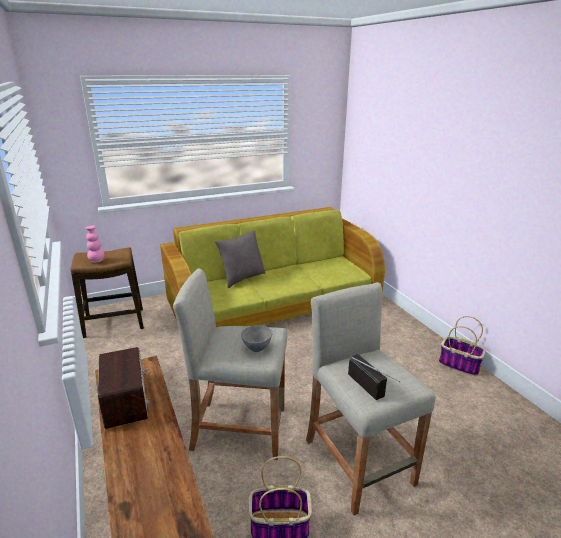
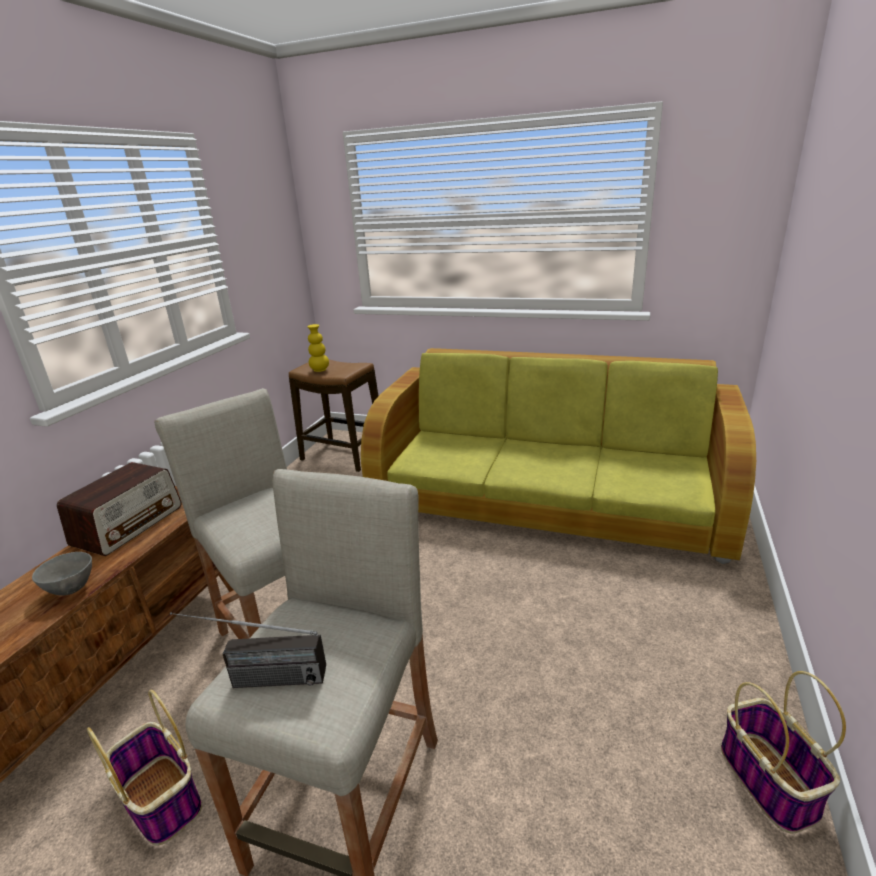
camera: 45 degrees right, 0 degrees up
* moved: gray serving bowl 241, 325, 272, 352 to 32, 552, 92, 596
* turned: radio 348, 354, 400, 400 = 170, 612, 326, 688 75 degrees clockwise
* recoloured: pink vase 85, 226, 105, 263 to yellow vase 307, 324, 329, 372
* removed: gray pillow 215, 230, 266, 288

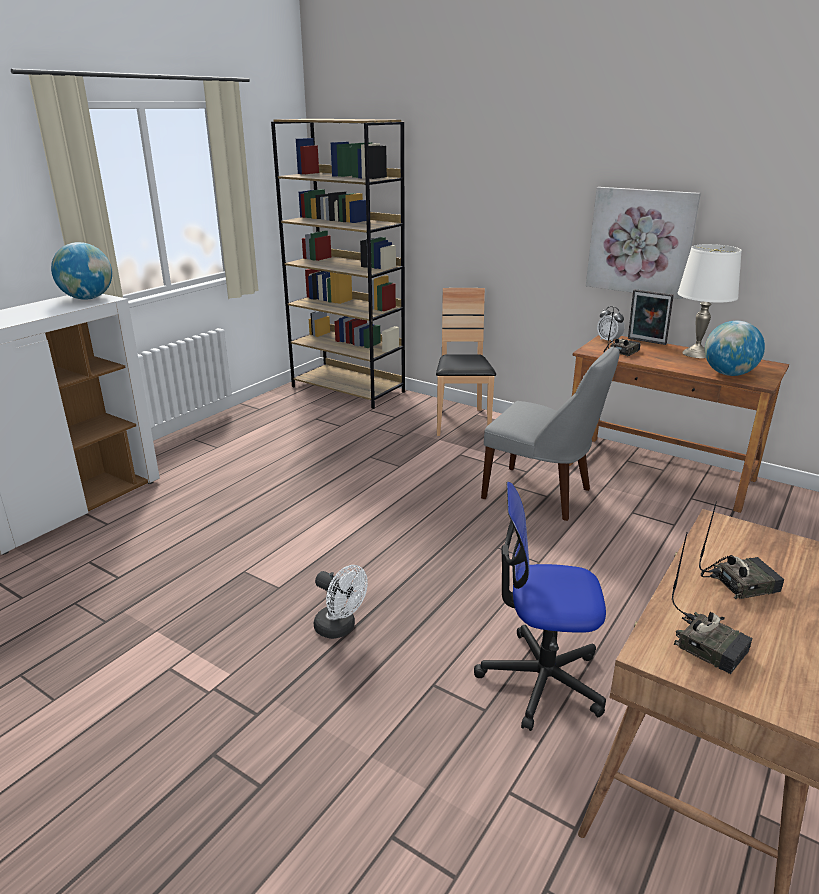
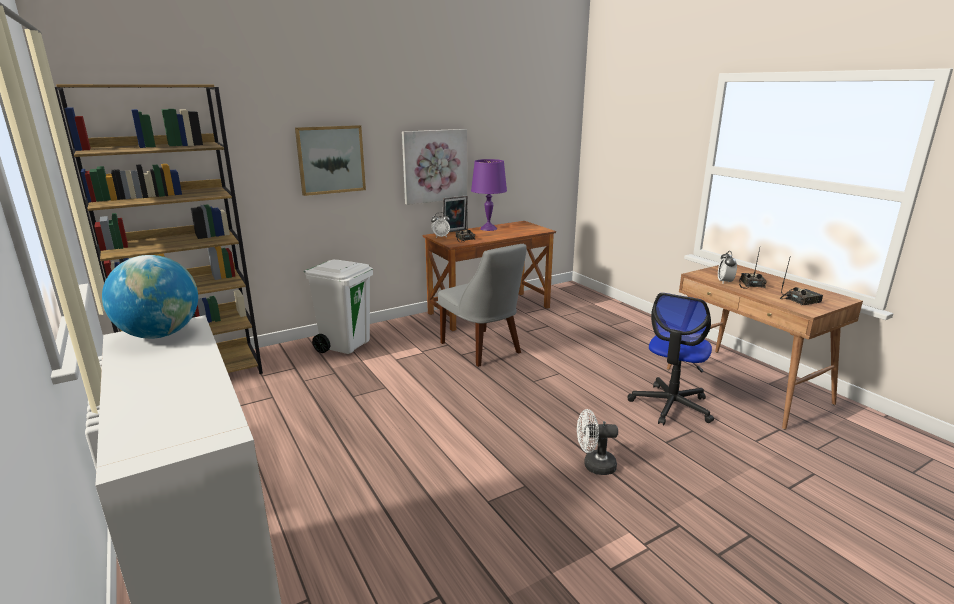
camera: 65 degrees left, 5 degrees down
* added: picture 295, 125, 366, 196
* replaced: brown-coloured plain chair 436, 288, 496, 436 to white trash can 304, 259, 373, 354
* turned: gray plain chair 481, 347, 620, 521 = 438, 244, 527, 367 90 degrees clockwise
* recoloured: white lamp for a table 677, 244, 742, 358 to purple-coloured lamp for a table 471, 159, 507, 231
* turned: white fan 314, 565, 368, 639 = 577, 409, 618, 475 150 degrees counterclockwise
* added: bedside clock 718, 251, 737, 283
* removed: globe 705, 321, 765, 376

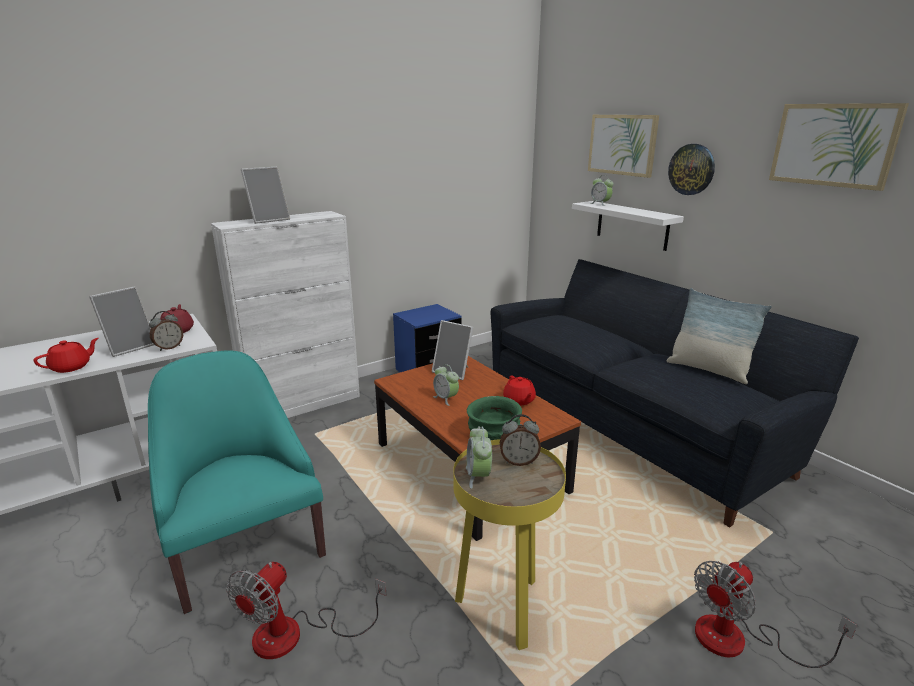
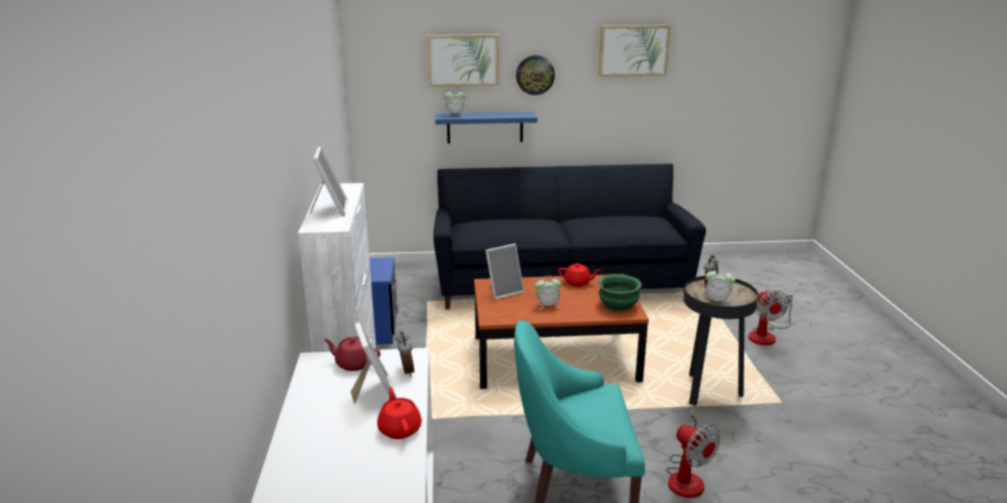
camera: 60 degrees left, 0 degrees up
* recoloured: white wall shelf 572, 201, 684, 251 to blue-coloured wall shelf 435, 112, 537, 143
* recoloured: yellow end table 453, 439, 566, 650 to black end table 683, 276, 758, 406
* removed: pillow 667, 288, 772, 384

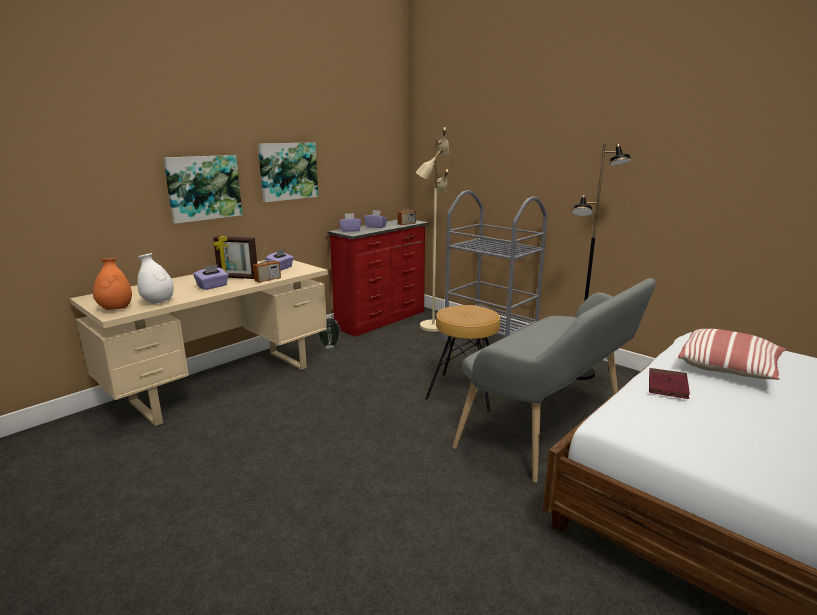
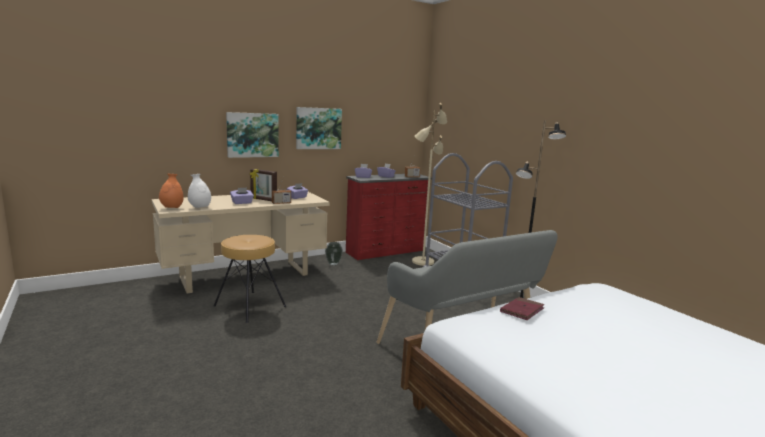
camera: 15 degrees right, 5 degrees down
* moved: brown-coloured stool 425, 305, 500, 411 to 214, 235, 286, 323
* removed: pillow 678, 329, 786, 380

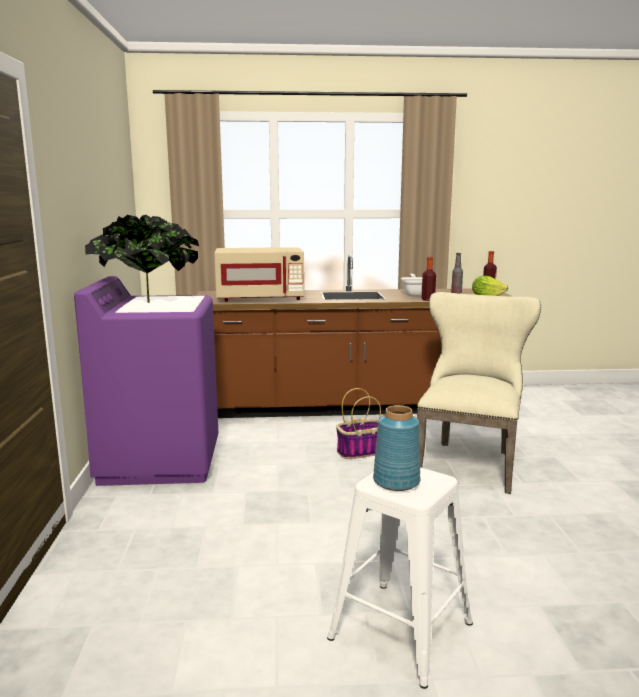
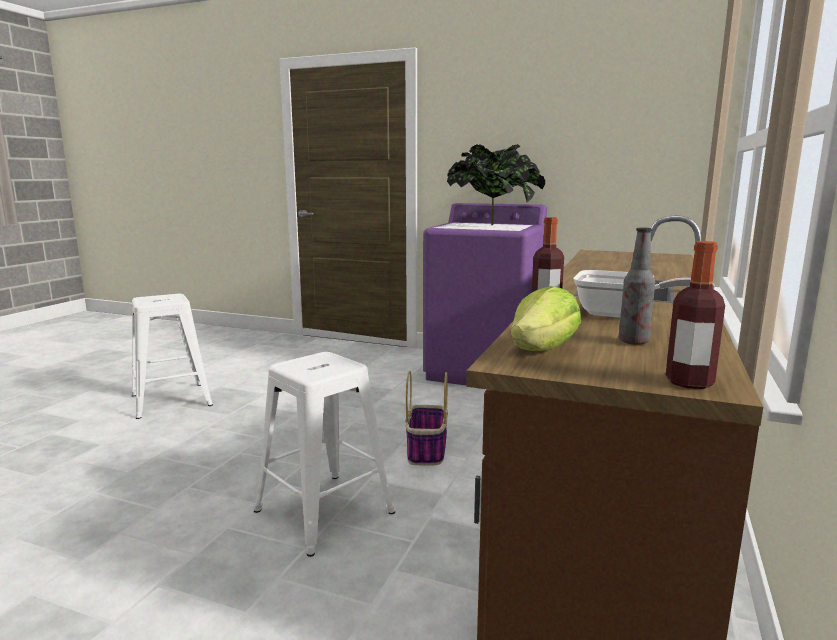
camera: 115 degrees right, 0 degrees up
* replaced: beige-coloured plain chair 417, 292, 541, 494 to white stool 254, 352, 395, 557
* removed: beige-coloured microwave 214, 247, 304, 301
* removed: blue-coloured vase 373, 405, 420, 491

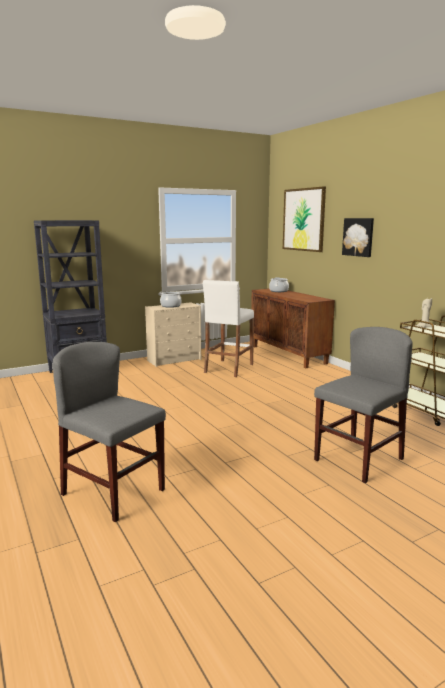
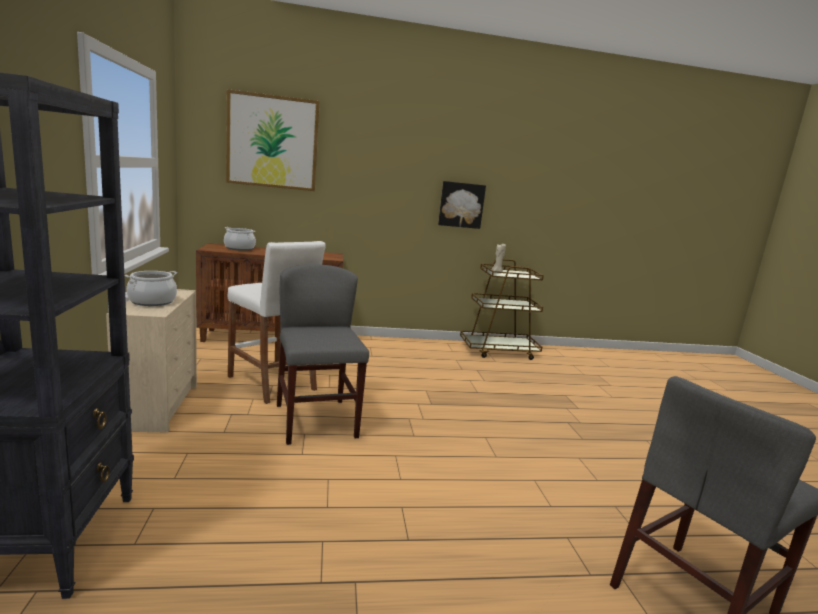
camera: 70 degrees left, 0 degrees up
* moved: gray plain chair 314, 327, 413, 483 to 277, 264, 369, 445
* moved: picture 342, 218, 374, 257 to 438, 181, 486, 229

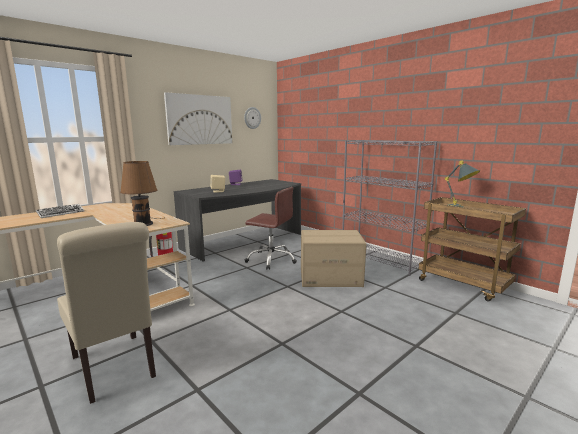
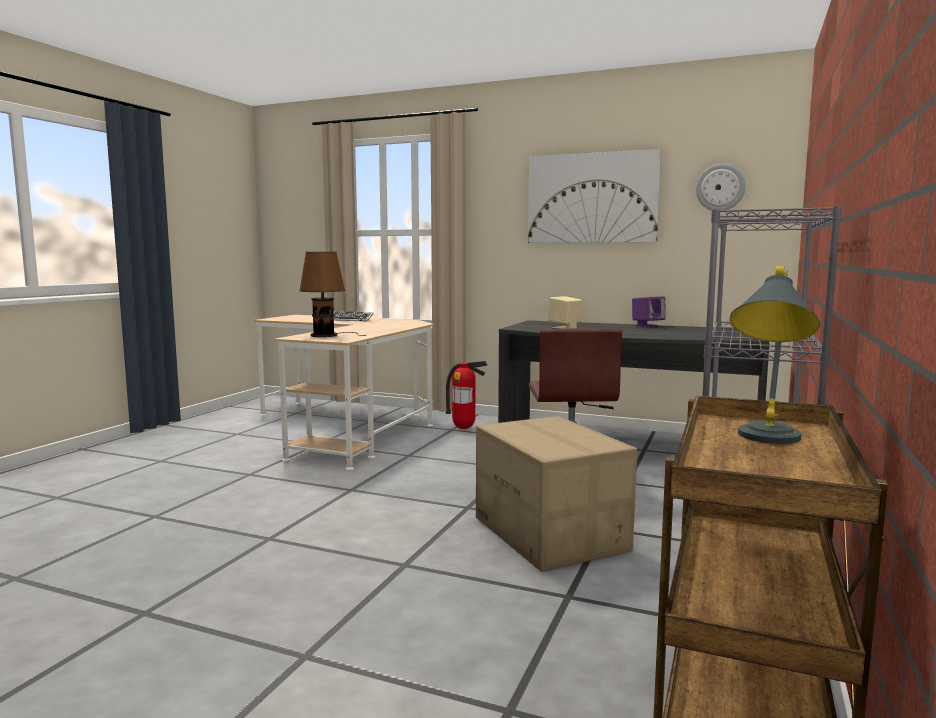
camera: 65 degrees right, 5 degrees down
* removed: beige-coloured plain chair 57, 222, 156, 404

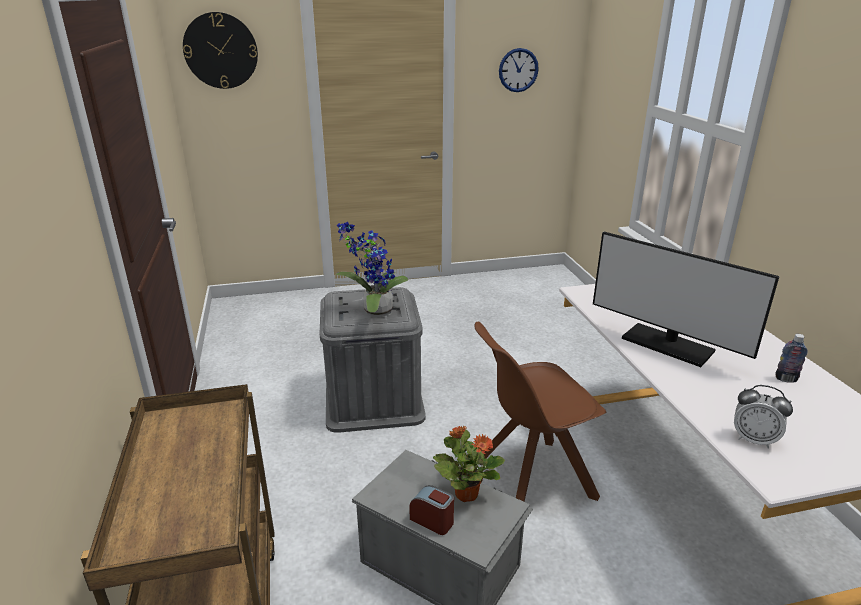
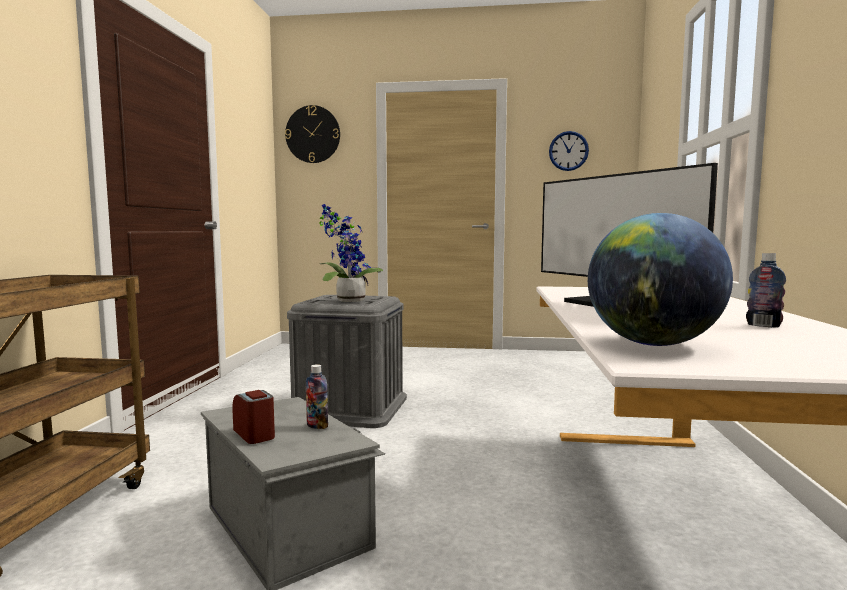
camera: 20 degrees right, 20 degrees down
* replaced: plant in a pot 433, 426, 505, 502 to bottle 306, 364, 328, 429
* replaced: bedside clock 734, 385, 793, 449 to globe 588, 213, 733, 346
* removed: brown-coloured plain chair 475, 322, 606, 502

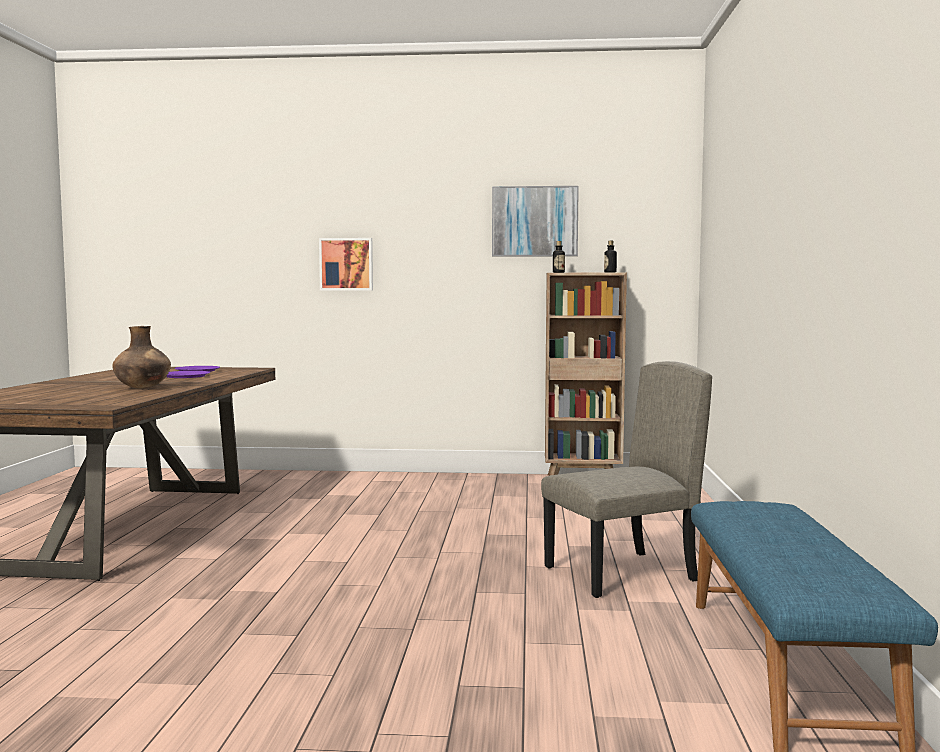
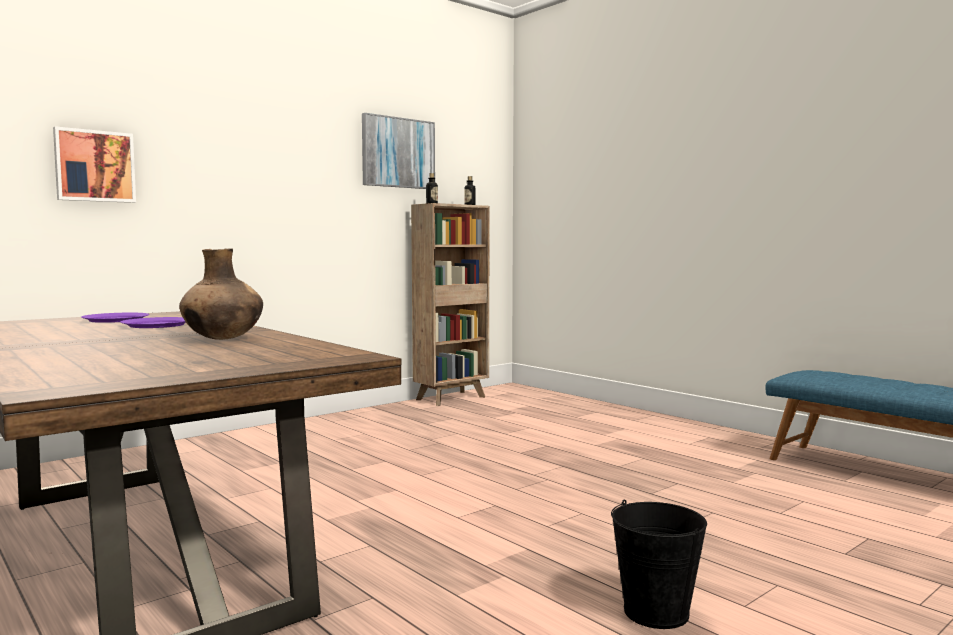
camera: 45 degrees left, 0 degrees up
* moved: picture 319, 238, 373, 291 to 53, 126, 136, 203
* added: black pail 611, 500, 707, 629
* removed: beige-coloured plain chair 541, 361, 712, 598

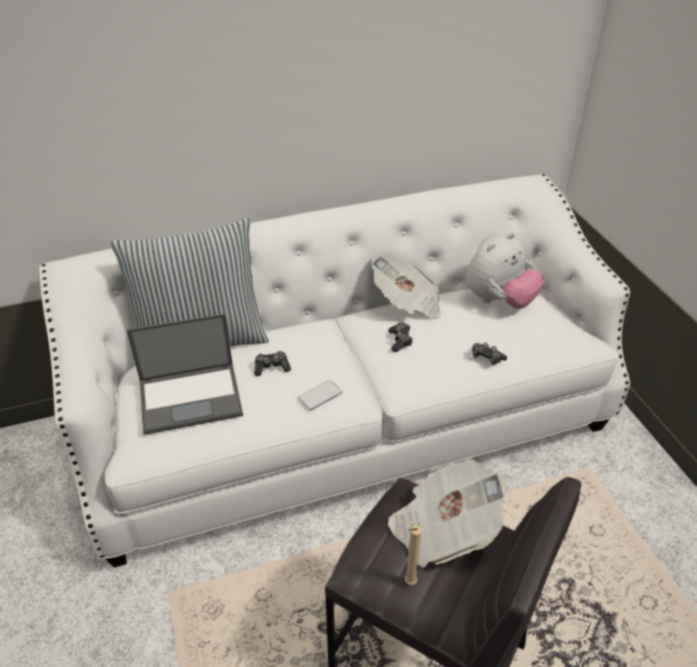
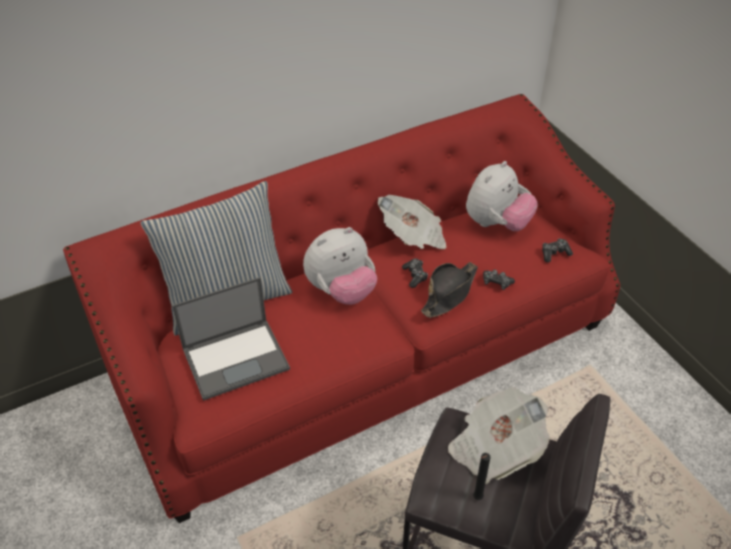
camera: 10 degrees left, 5 degrees up
* recoloured: white settee 39, 174, 630, 568 to red settee 63, 94, 620, 523
* added: cuddly toy 303, 227, 377, 305
* added: black hat 421, 262, 478, 318
* recoloured: beige-coloured wax candle 405, 525, 422, 585 to black wax candle 473, 453, 490, 500
* moved: gamepad 254, 351, 291, 376 to 542, 238, 573, 262
* removed: handset 298, 380, 342, 410

